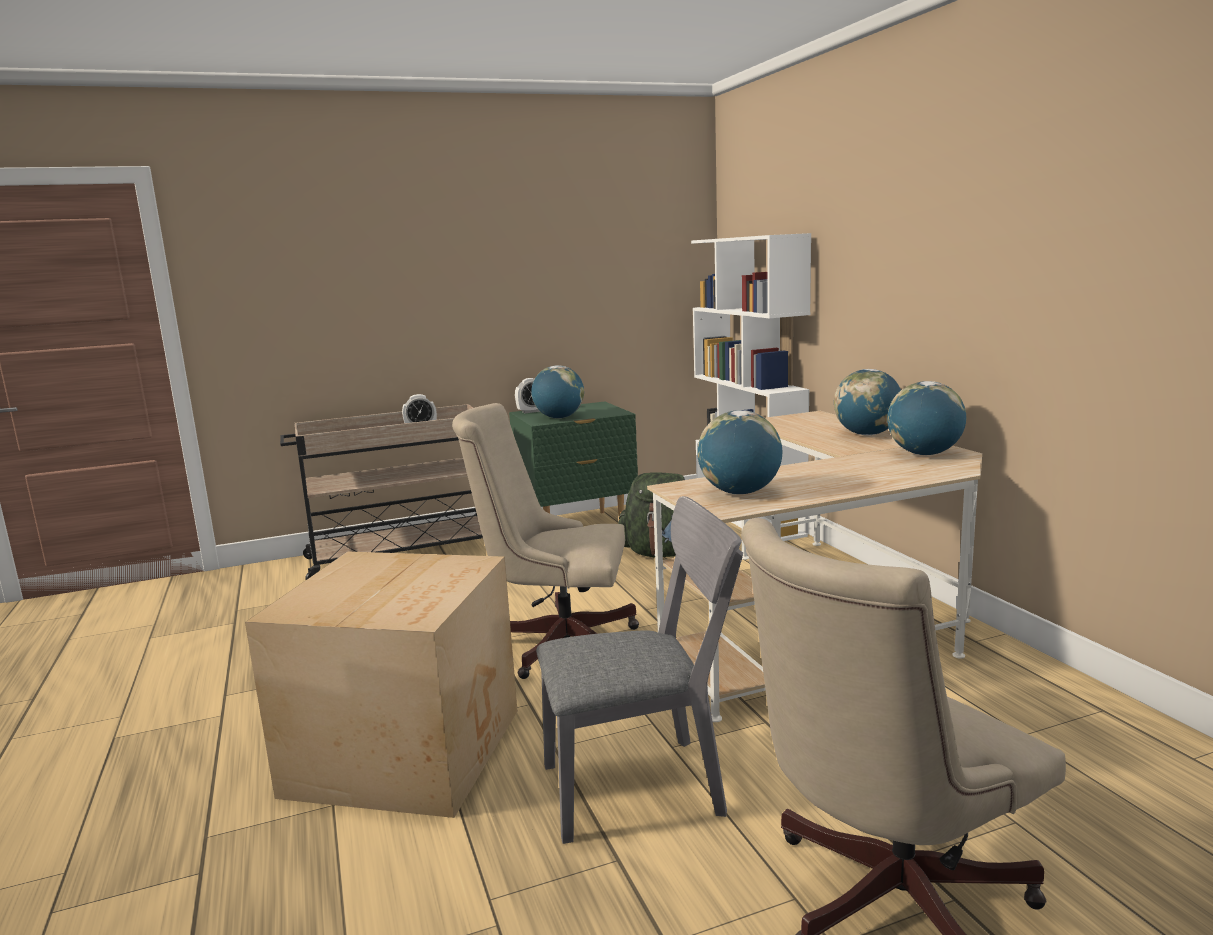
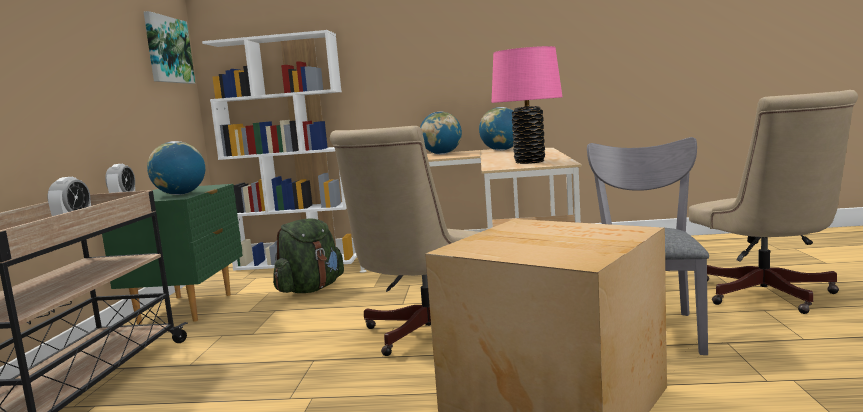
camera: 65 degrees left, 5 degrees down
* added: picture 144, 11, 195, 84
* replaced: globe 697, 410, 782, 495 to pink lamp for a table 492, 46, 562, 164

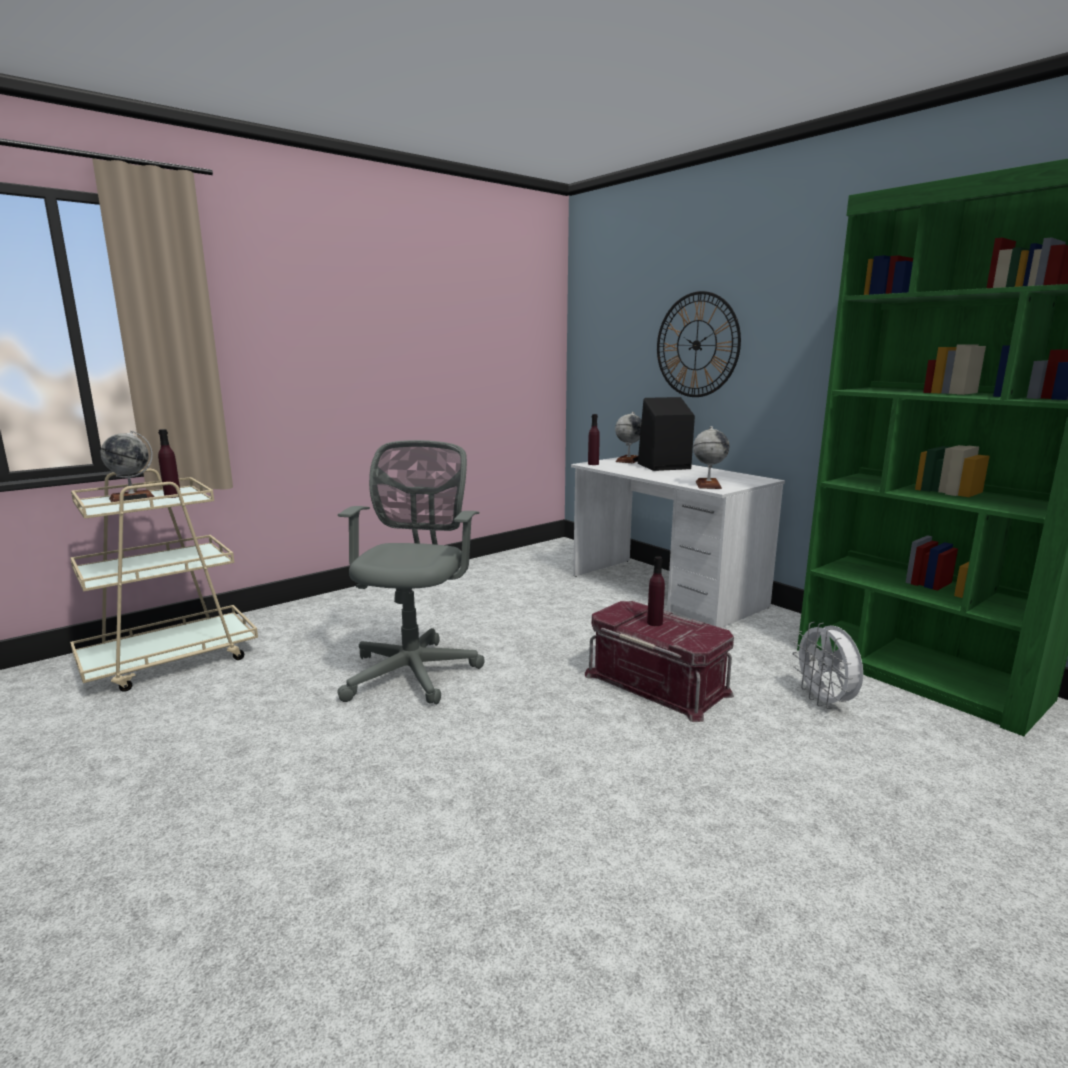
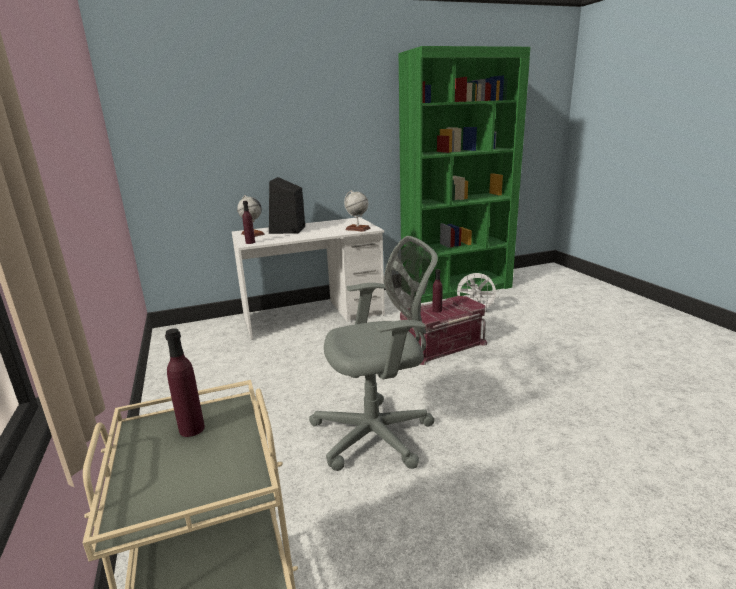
camera: 70 degrees left, 5 degrees up
* turned: gray office chair 337, 440, 485, 704 = 309, 236, 438, 471 135 degrees clockwise
* removed: globe 101, 430, 155, 502
* removed: wall clock 657, 291, 741, 397

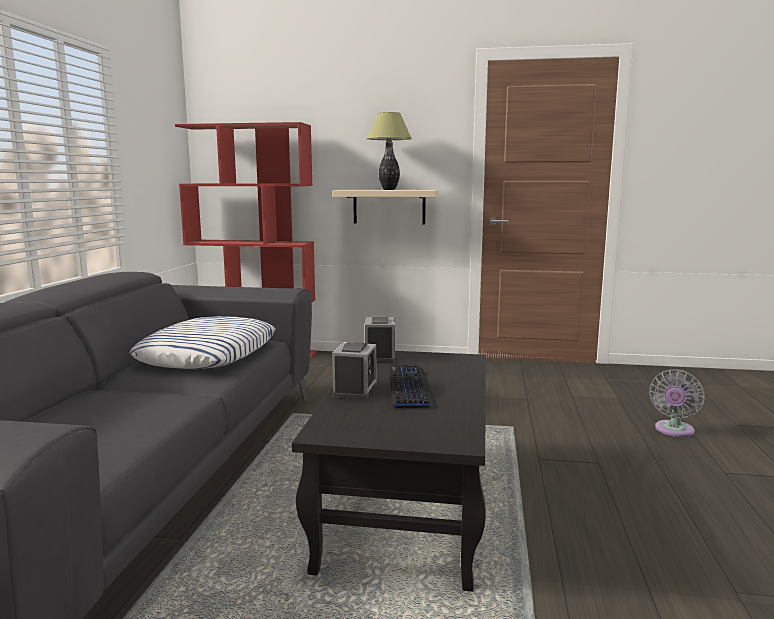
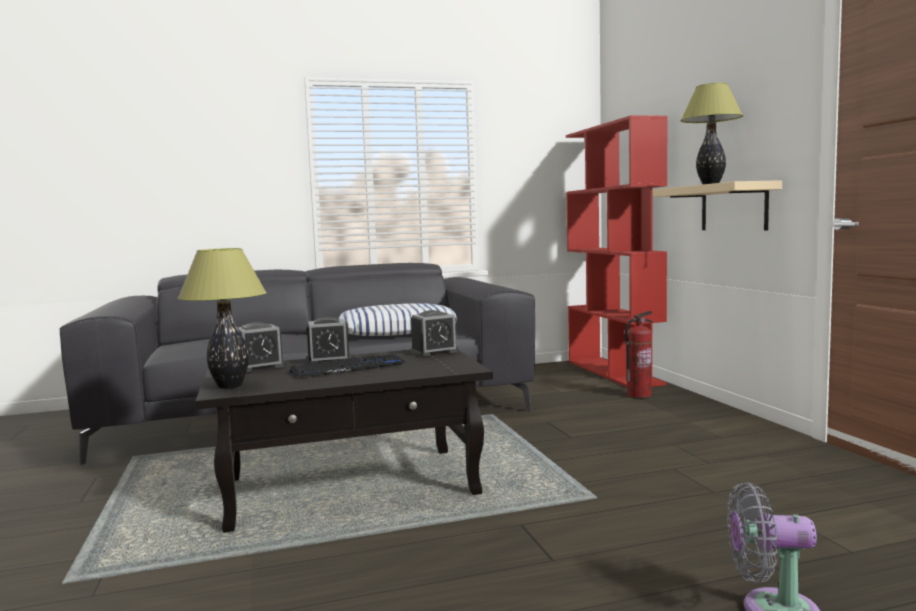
camera: 65 degrees right, 5 degrees down
* added: lamp for a table 178, 248, 267, 389
* added: bedside clock 238, 322, 285, 372
* added: fire-fighting cylinder 625, 311, 653, 398

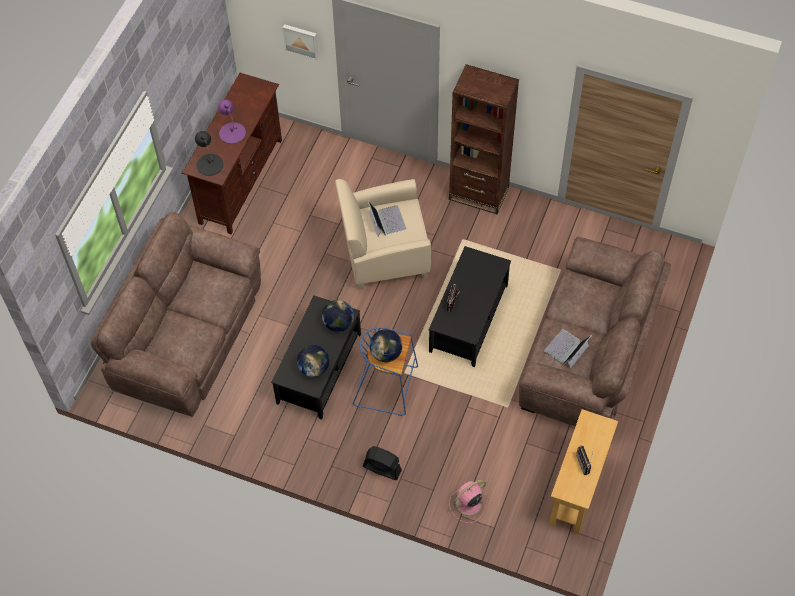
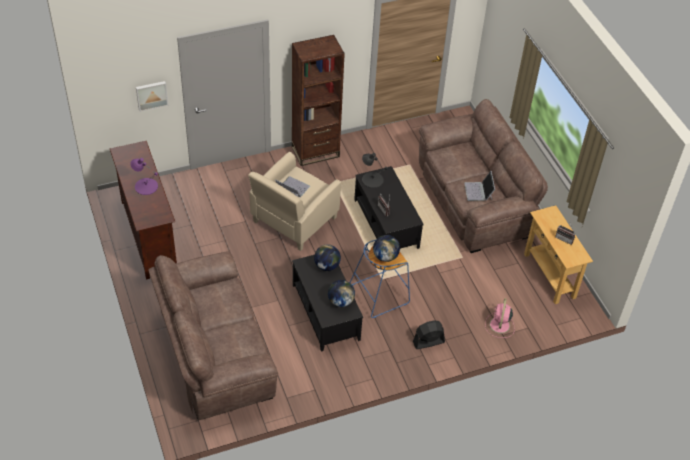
camera: 45 degrees left, 10 degrees down
* moved: black lamp for a table 195, 131, 224, 176 to 362, 153, 388, 188

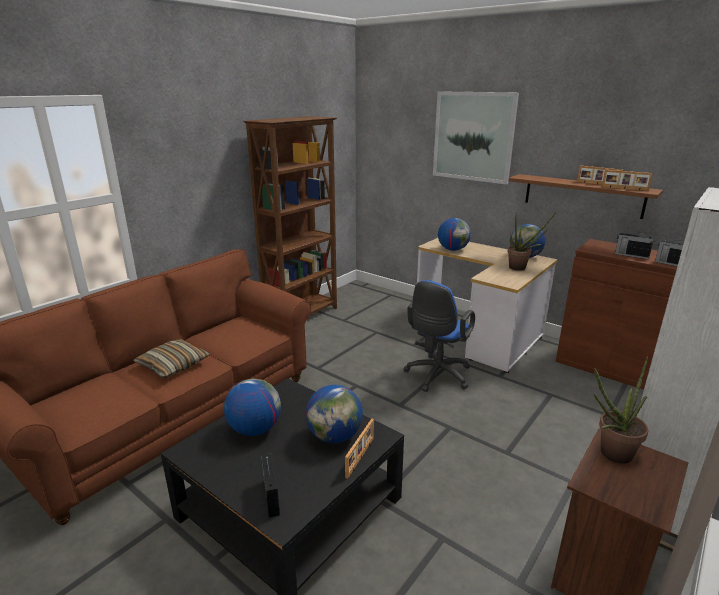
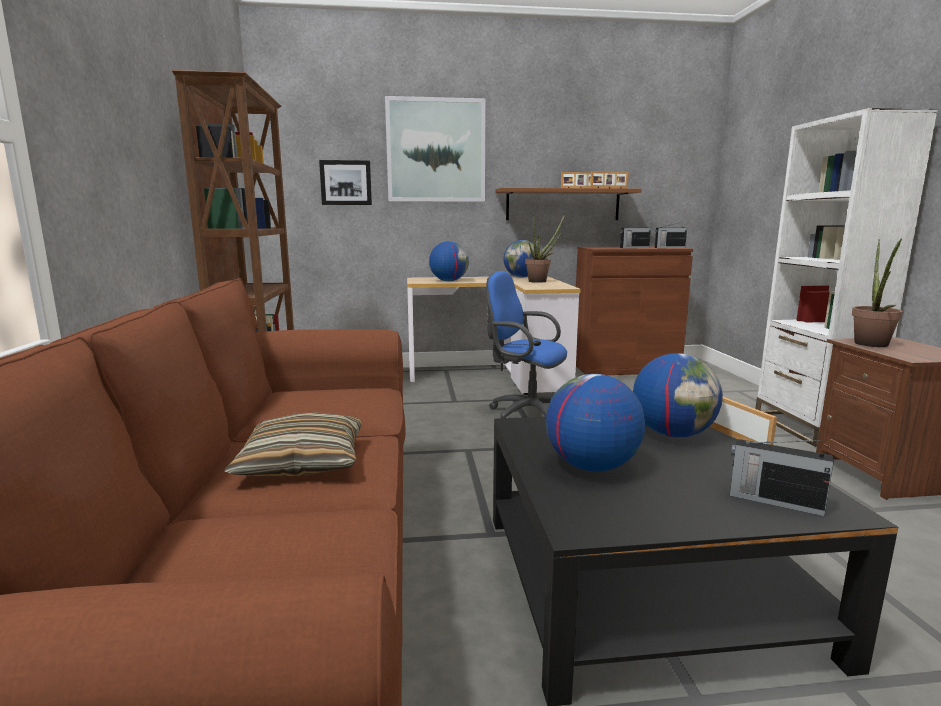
camera: 45 degrees left, 10 degrees down
* added: picture 319, 160, 372, 205
* turned: blue-coloured office chair 404, 280, 475, 392 = 486, 271, 567, 418 135 degrees clockwise

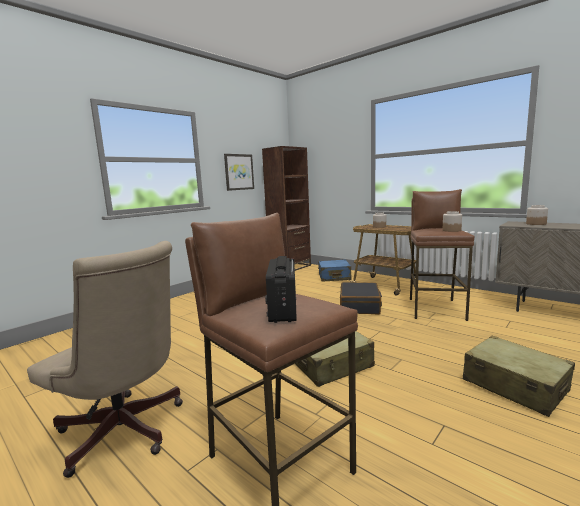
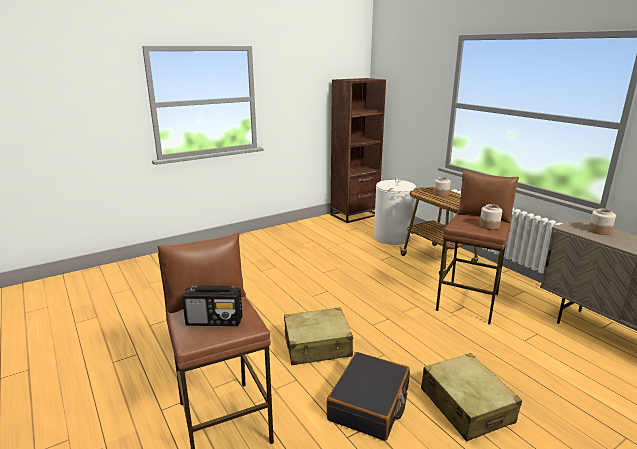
camera: 15 degrees right, 10 degrees up
* turned: radio 265, 256, 297, 323 = 182, 285, 242, 326 105 degrees counterclockwise
* moved: black piece of luggage 340, 282, 382, 314 to 327, 352, 410, 441
* replaced: blue-coloured piece of luggage 318, 260, 352, 281 to white washing basket 374, 176, 416, 245
* removed: beige-coloured office chair 27, 241, 183, 478
* removed: picture 224, 154, 254, 191

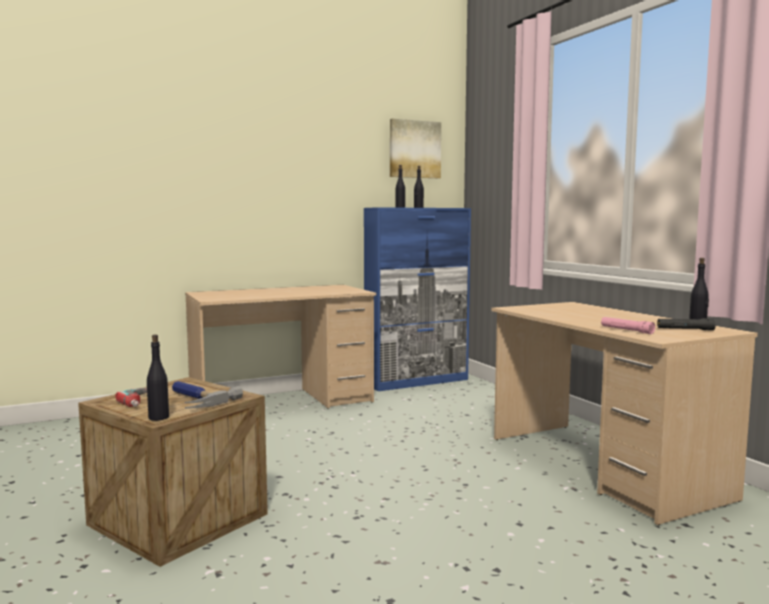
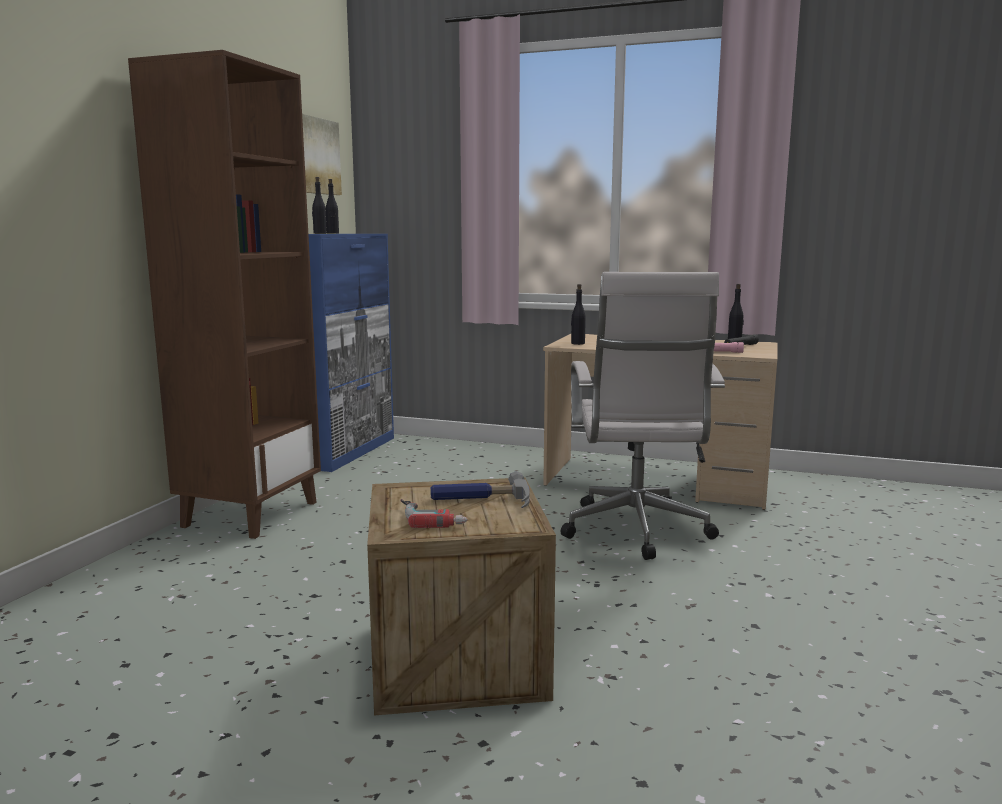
camera: 45 degrees left, 5 degrees up
* replaced: beige-coloured desk unit 185, 285, 376, 409 to brown-coloured shelving unit 128, 50, 321, 539
* added: white office chair 561, 272, 725, 560
* moved: black bottle 147, 335, 169, 421 to 571, 284, 586, 345

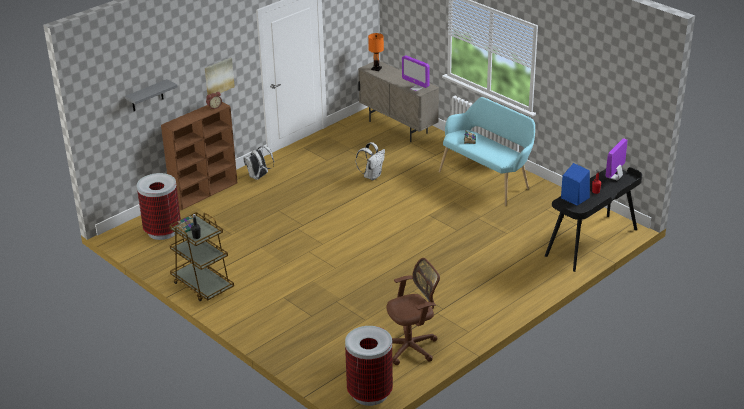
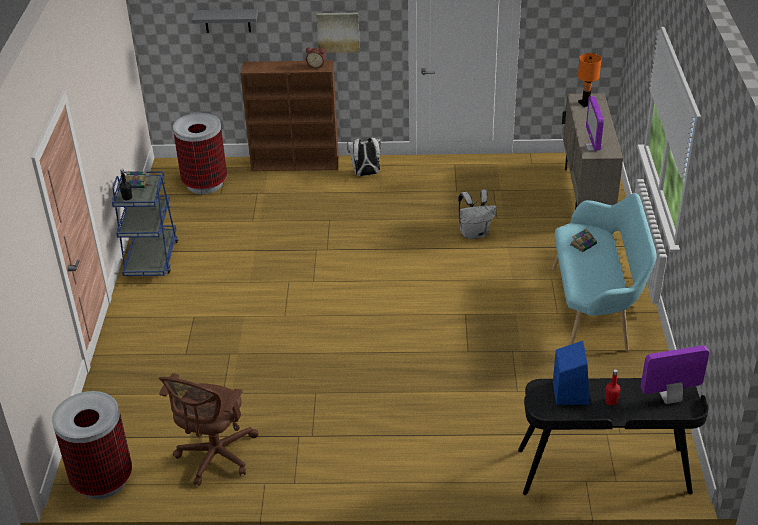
camera: 45 degrees right, 5 degrees up
* recoloured: brown-coloured cart 169, 212, 234, 302 to blue-coloured cart 112, 171, 179, 276
* turned: brown-coloured office chair 386, 258, 440, 365 = 158, 373, 258, 486 90 degrees clockwise

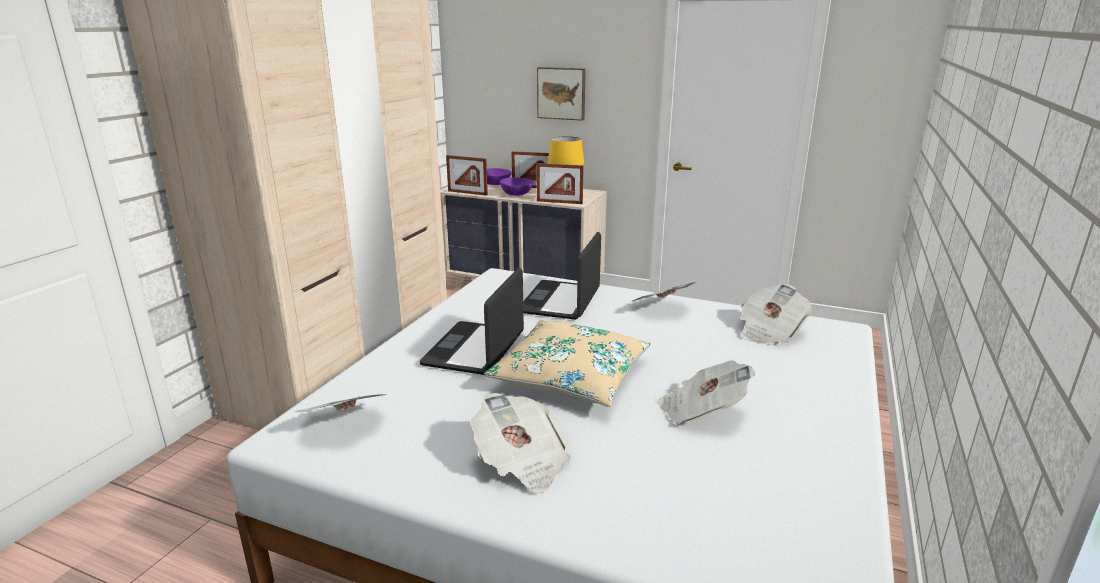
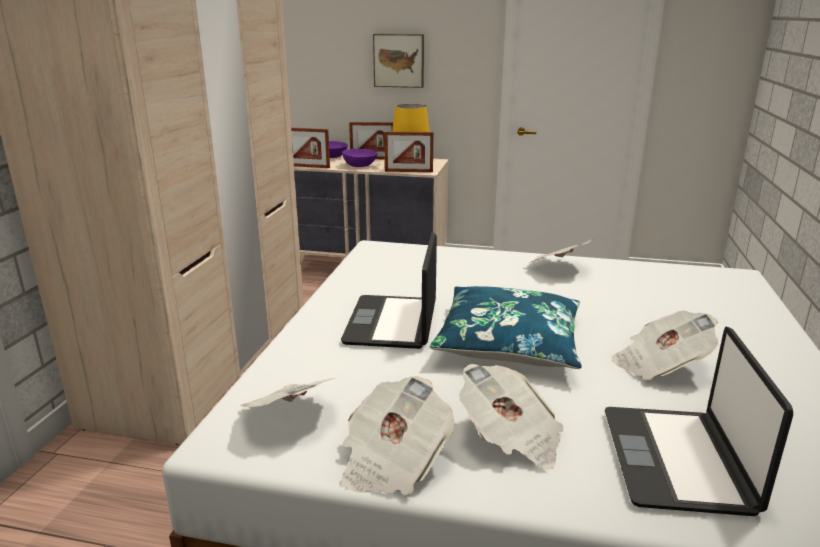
camera: 10 degrees left, 0 degrees up
* moved: daily paper 740, 284, 812, 344 to 341, 376, 454, 495
* recoloured: beige-coloured pillow 484, 320, 651, 407 to blue-coloured pillow 430, 286, 582, 369
* moved: portable computer 523, 232, 601, 320 to 605, 327, 793, 516

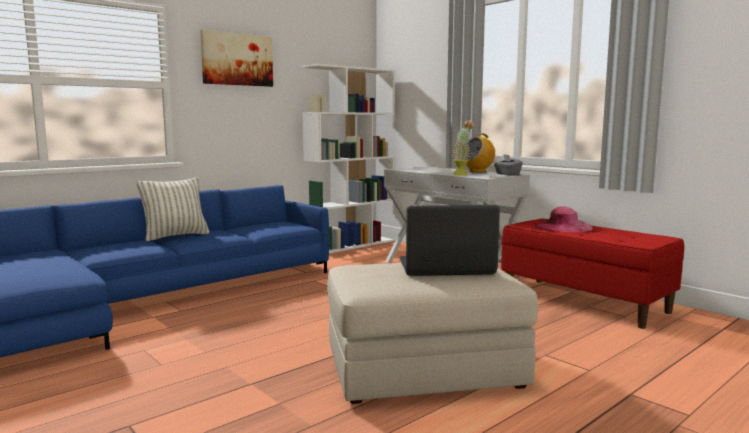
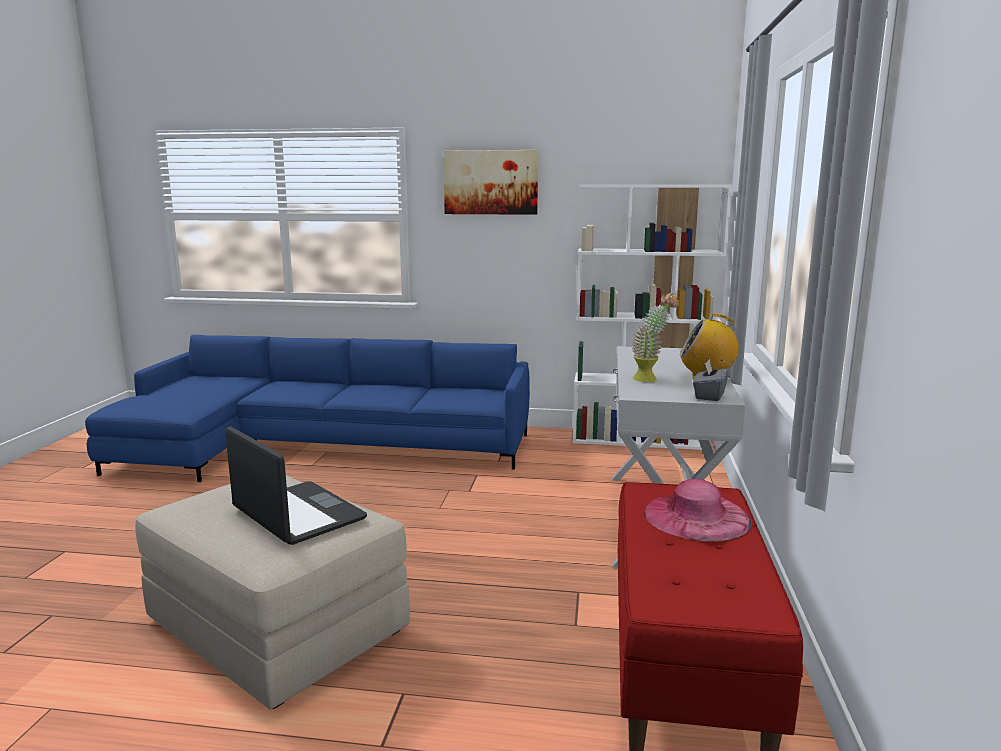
camera: 50 degrees right, 5 degrees up
* removed: pillow 137, 177, 210, 242

